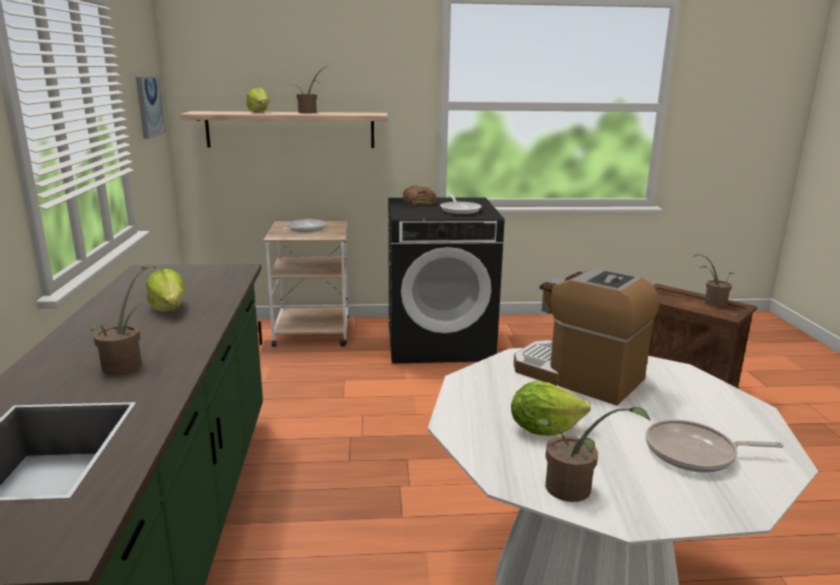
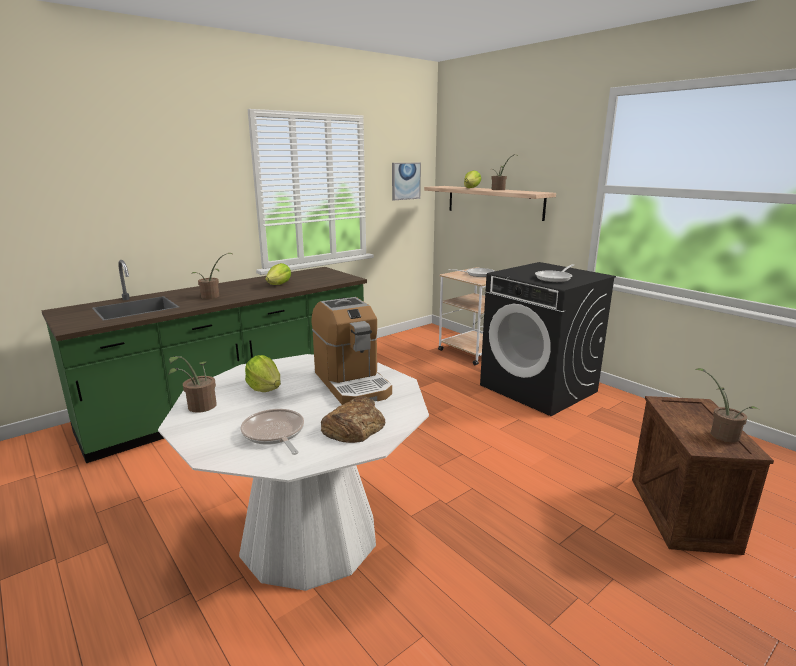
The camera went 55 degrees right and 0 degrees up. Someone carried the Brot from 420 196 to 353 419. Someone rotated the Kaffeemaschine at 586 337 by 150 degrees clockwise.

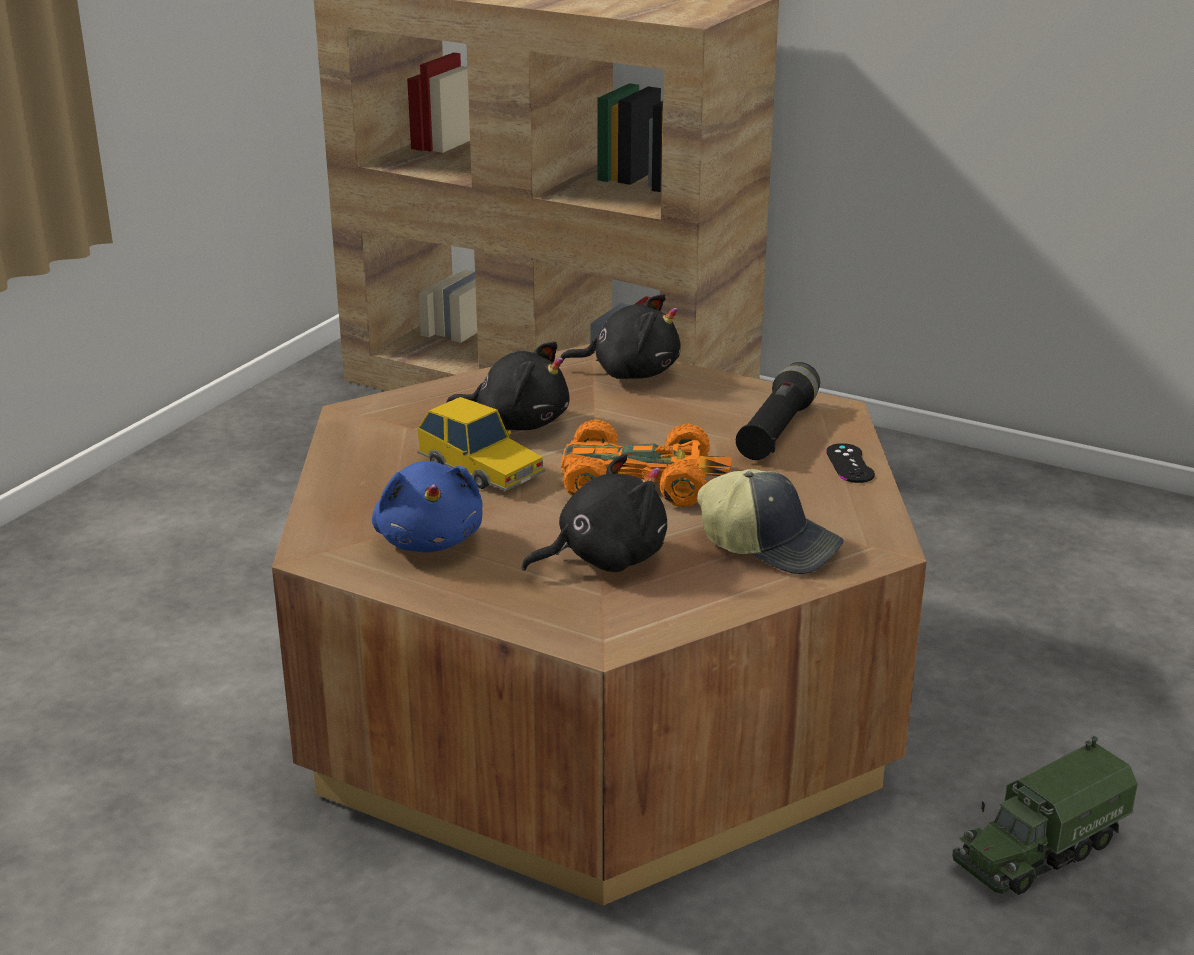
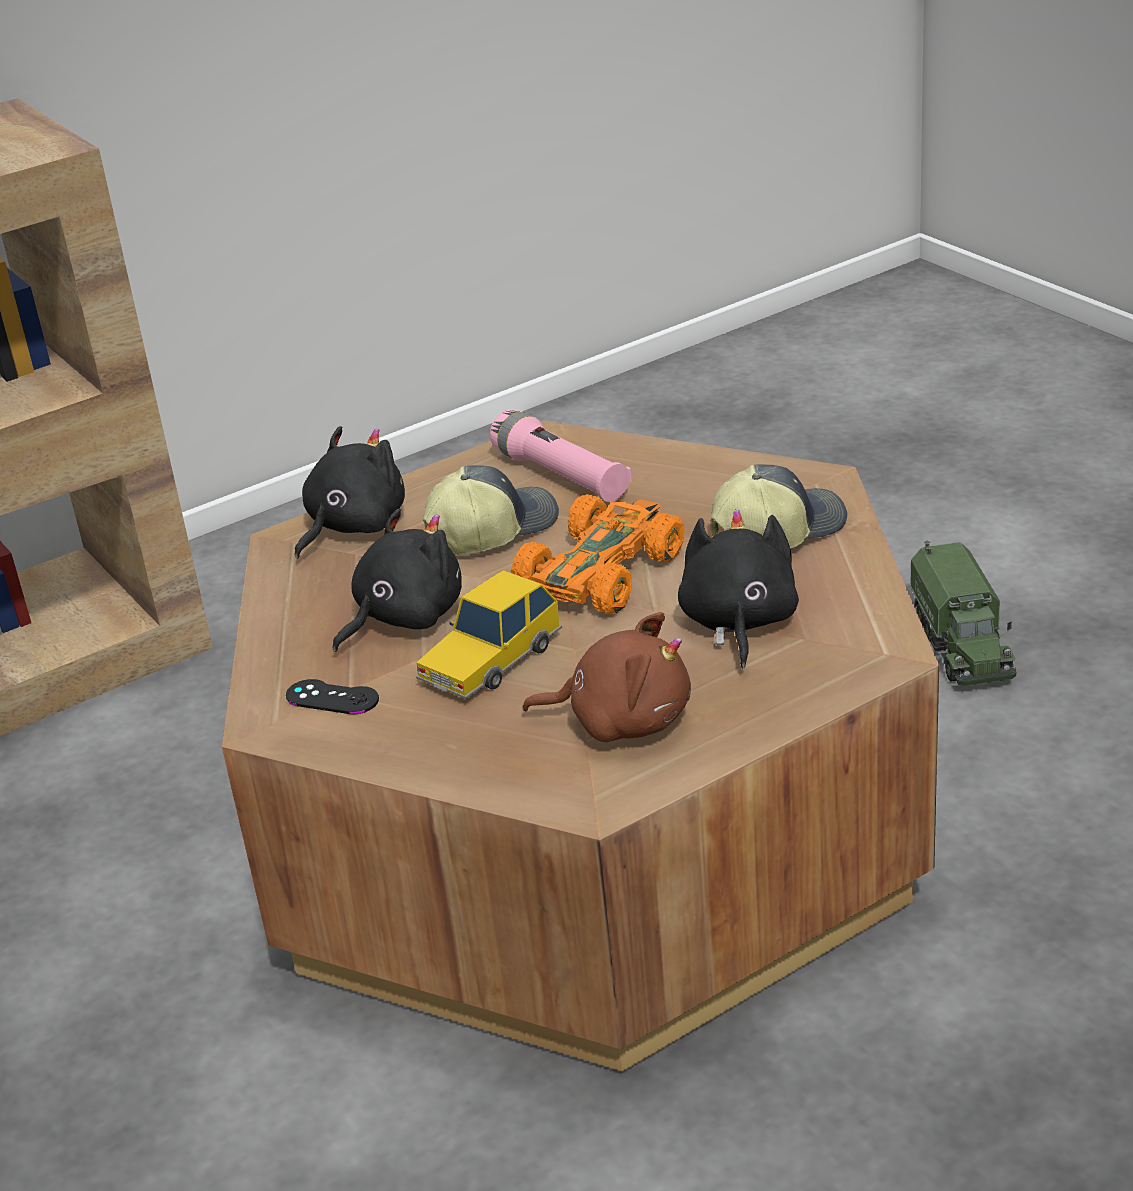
The camera went 60 degrees left and 5 degrees up. Someone repainted the Taschenlampe [schwarz] at 778 411, which became the Taschenlampe [rosa] at 561 455. Someone rotated the Spielzeugauto at 481 444 by 150 degrees clockwise. Someone carried the Gamepad [schwarz] from 850 463 to 332 696. Someone repainted the Plüschtier [blau] at 427 507, which became the Plüschtier [braun] at 607 677. Someone put down the Kappe at 491 510.

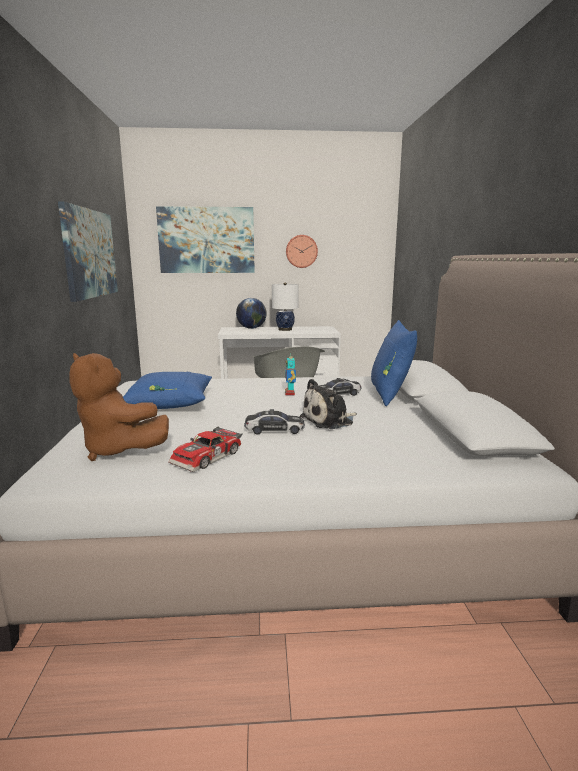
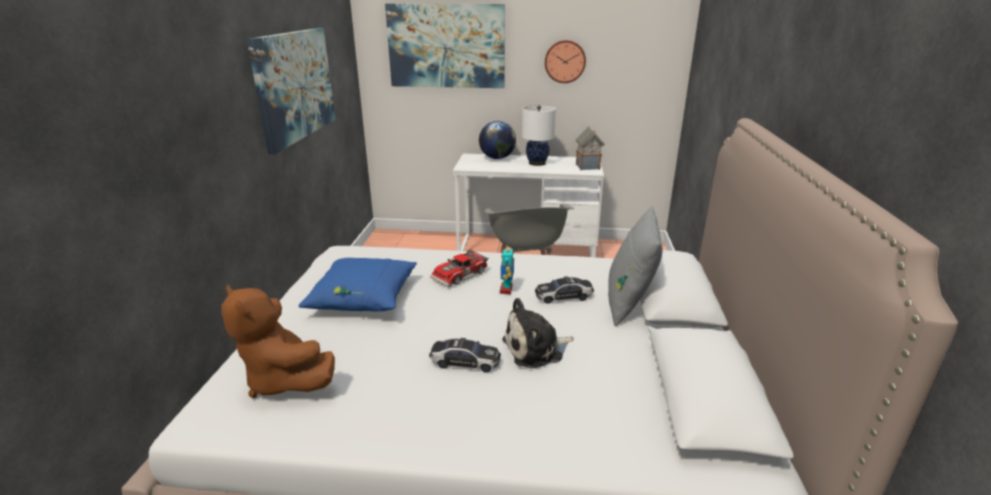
The camera went 10 degrees right and 10 degrees up. Someone repainted the Kissen [blau] at 394 363, which became the Kissen [grau] at 635 266. Someone carried the Spielzeugauto from 205 449 to 459 268. Someone put down the Spielzeughaus at 590 148.

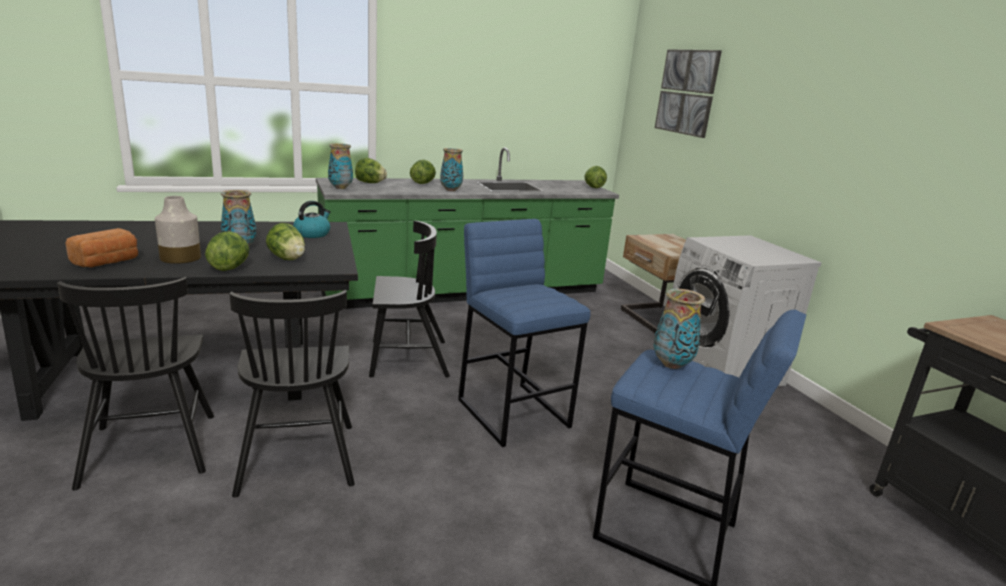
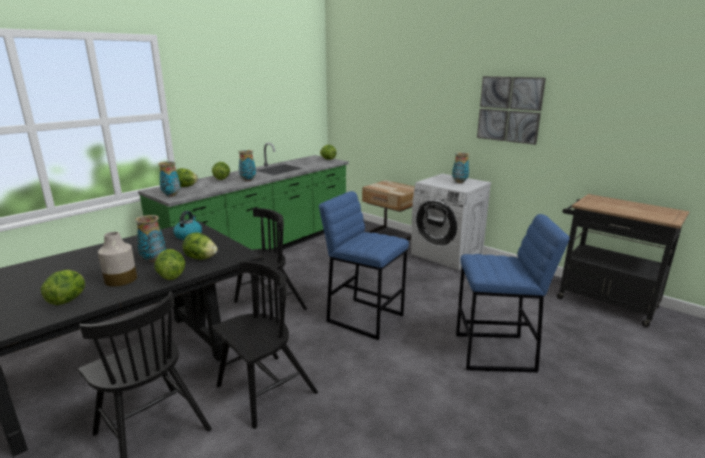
The camera went 25 degrees left and 0 degrees up. Someone carried the Bild from 688 93 to 511 110. Someone swapped the Brot at 101 248 for the Salatkopf at 63 287. Someone carried the Vase from 679 329 to 460 168. Someone rotated the Stuhl [schwarz] at 292 394 by 90 degrees counterclockwise.

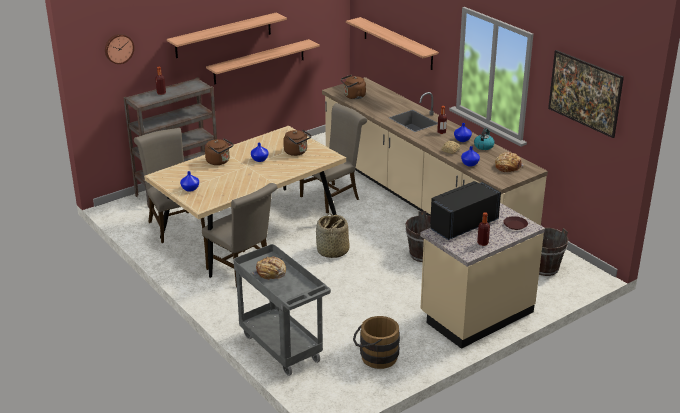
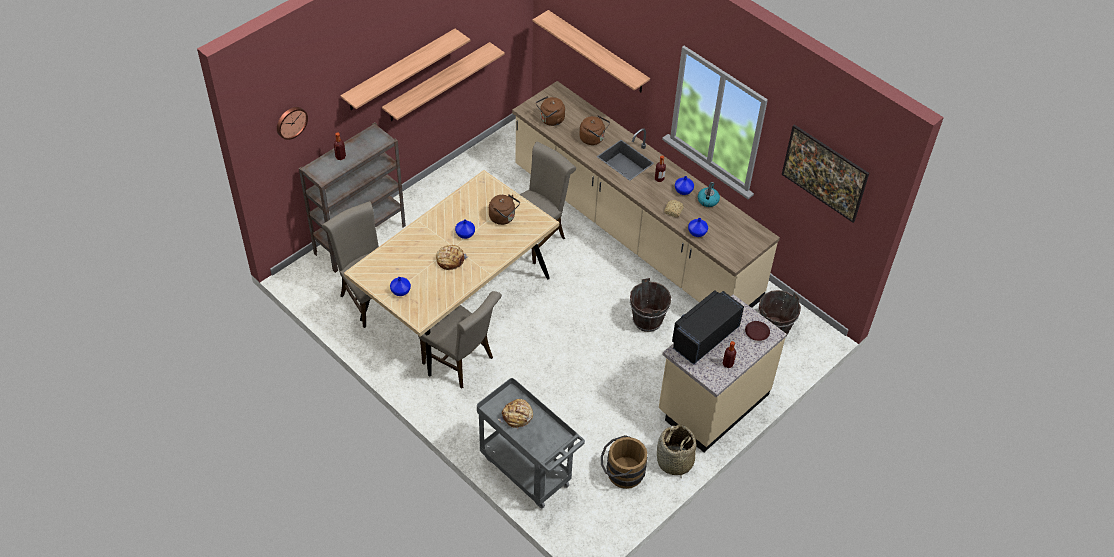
The camera went 10 degrees left and 20 degrees up. Someone carried the Wasserkessel [braun] from 219 151 to 594 130. Someone carried the Brot from 509 162 to 452 257. Someone carried the Korb from 333 235 to 676 451.

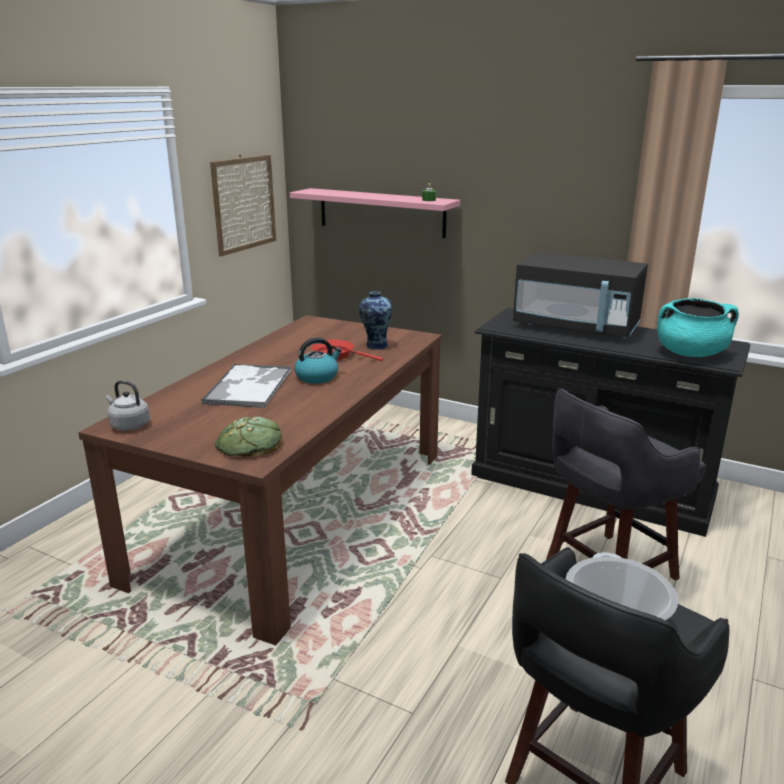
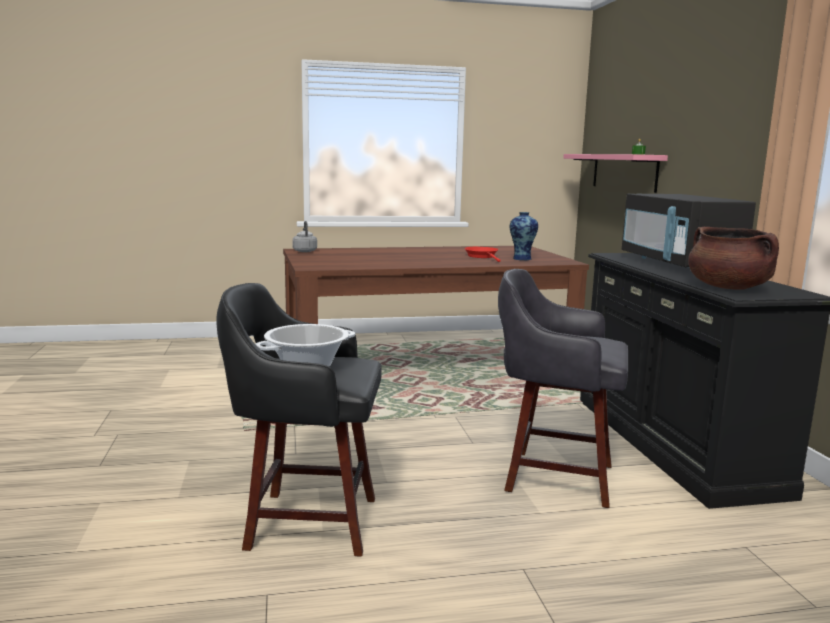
The camera went 50 degrees right and 10 degrees down. Someone took away the Bild at 243 205. Someone repainted the Kochtopf [türkis] at 698 327, which became the Kochtopf [braun] at 733 258. Someone took away the Wasserkessel at 318 360. Someone took away the Tablett at 246 386. Someone took away the Brot at 249 437.

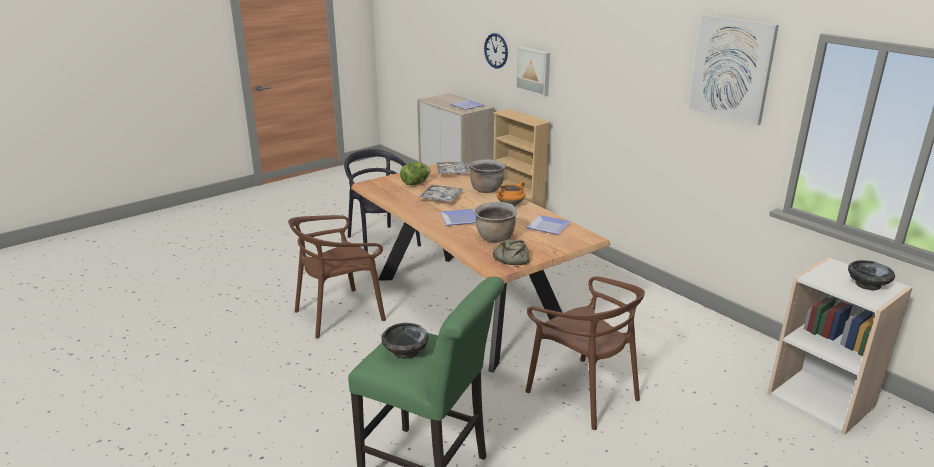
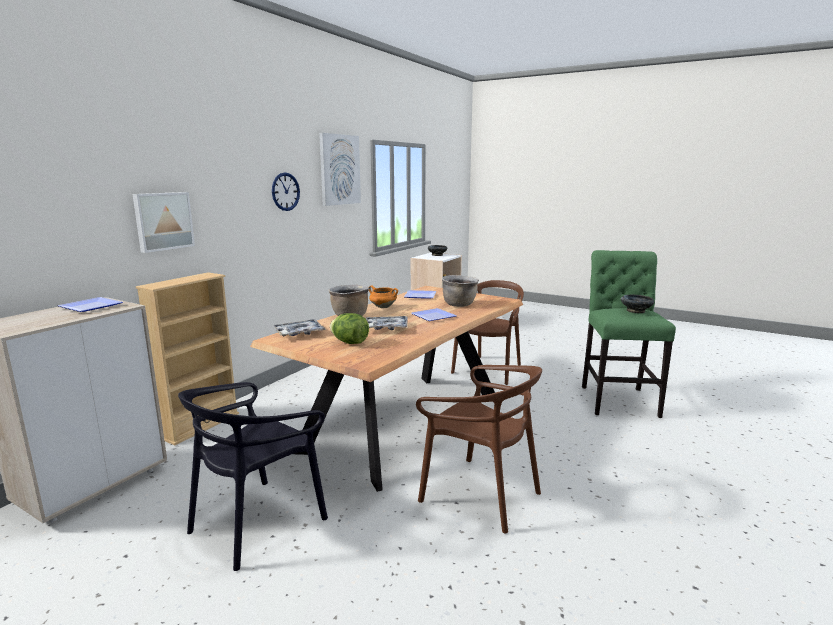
The camera went 110 degrees left and 10 degrees down. Someone carried the Wanduhr from 496 50 to 286 191. Someone took away the Brot at 511 252.

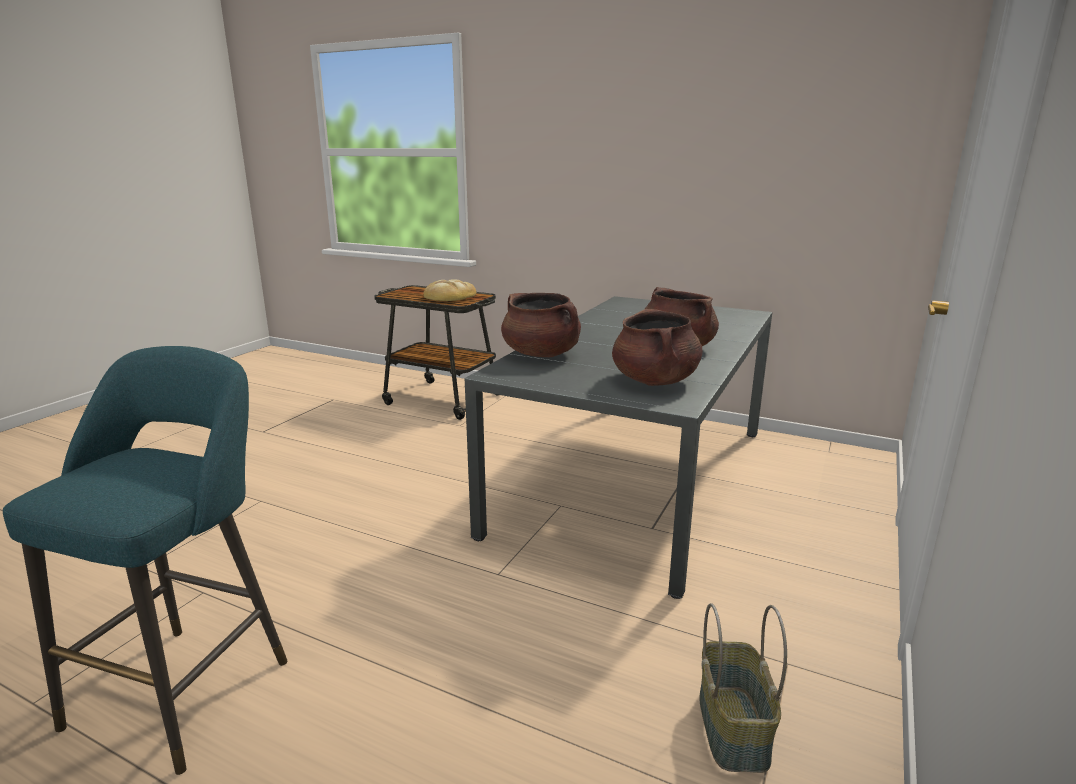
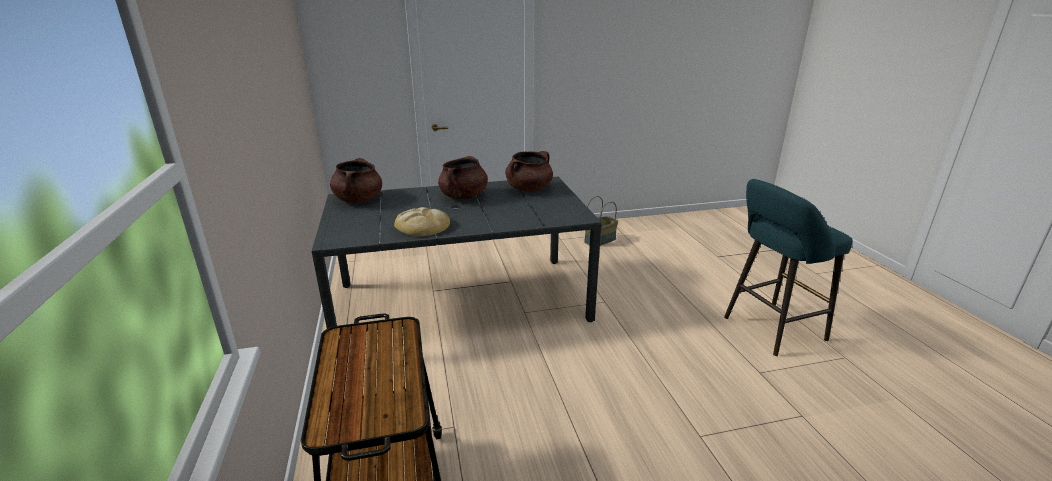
The camera went 130 degrees left and 5 degrees up. Someone carried the Brot from 449 290 to 422 221. Someone carried the Kochtopf [braun] from 541 325 to 356 180.

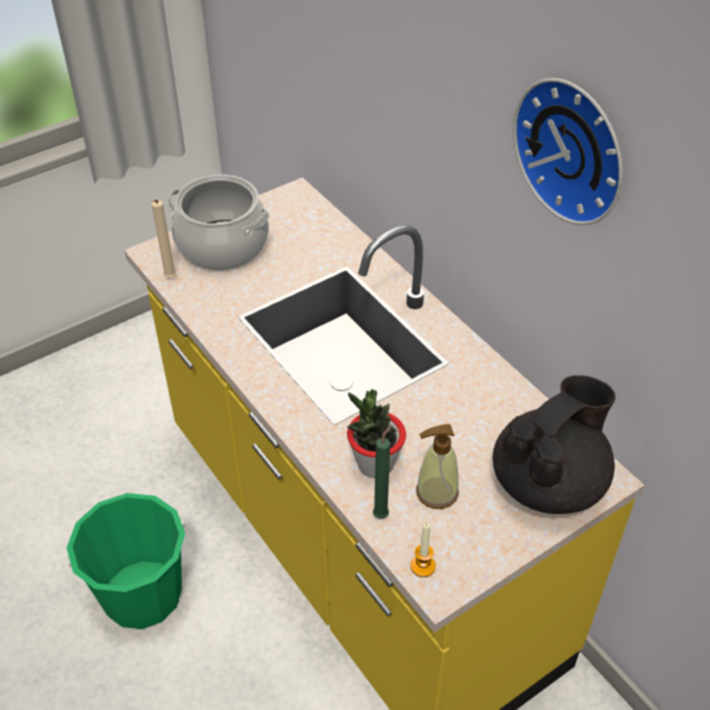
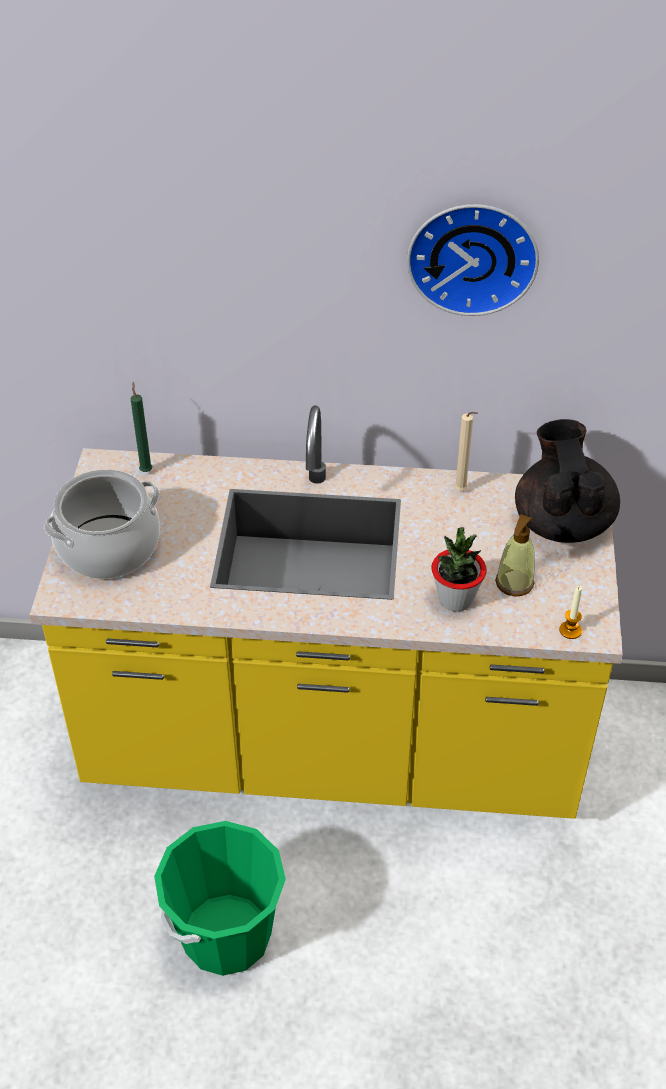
The camera went 50 degrees left and 0 degrees up. Someone carried the Kerze [beige] from 164 239 to 466 451. Someone carried the Kerze [grün] from 382 471 to 141 427.

